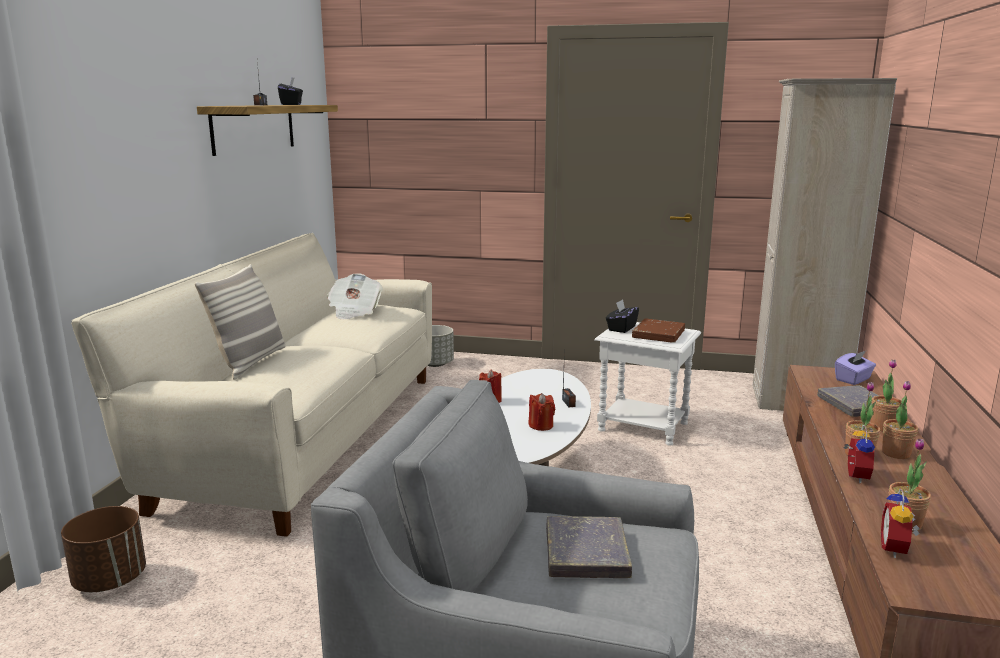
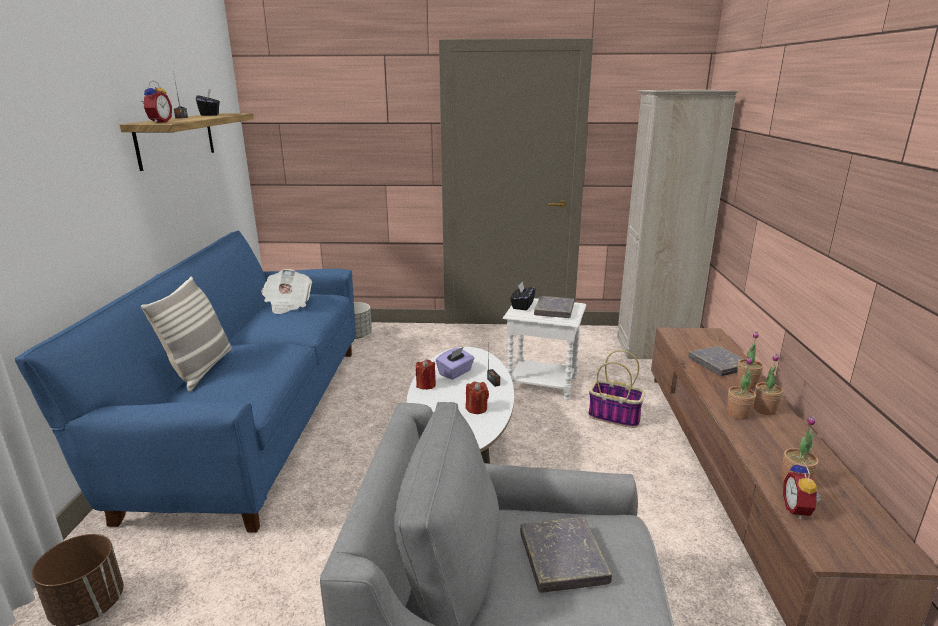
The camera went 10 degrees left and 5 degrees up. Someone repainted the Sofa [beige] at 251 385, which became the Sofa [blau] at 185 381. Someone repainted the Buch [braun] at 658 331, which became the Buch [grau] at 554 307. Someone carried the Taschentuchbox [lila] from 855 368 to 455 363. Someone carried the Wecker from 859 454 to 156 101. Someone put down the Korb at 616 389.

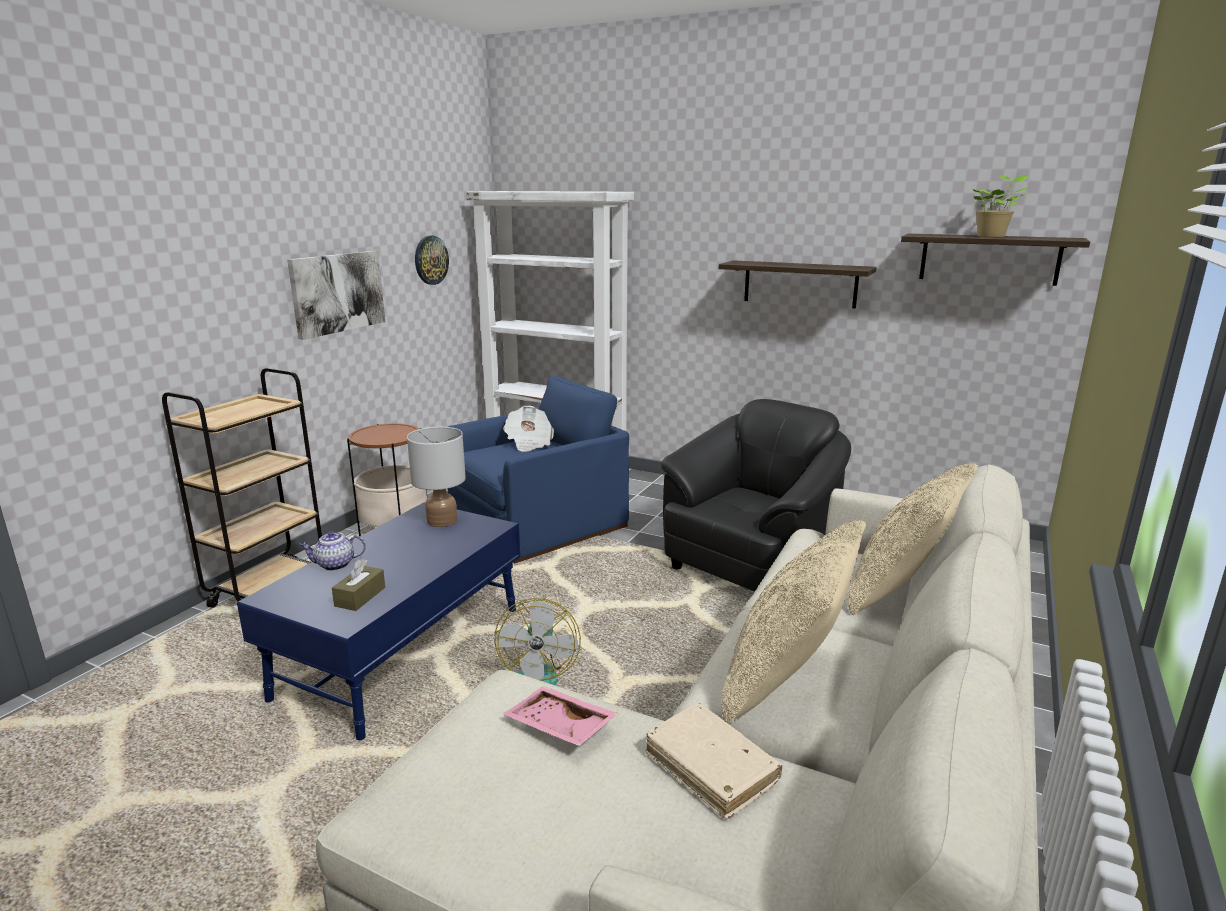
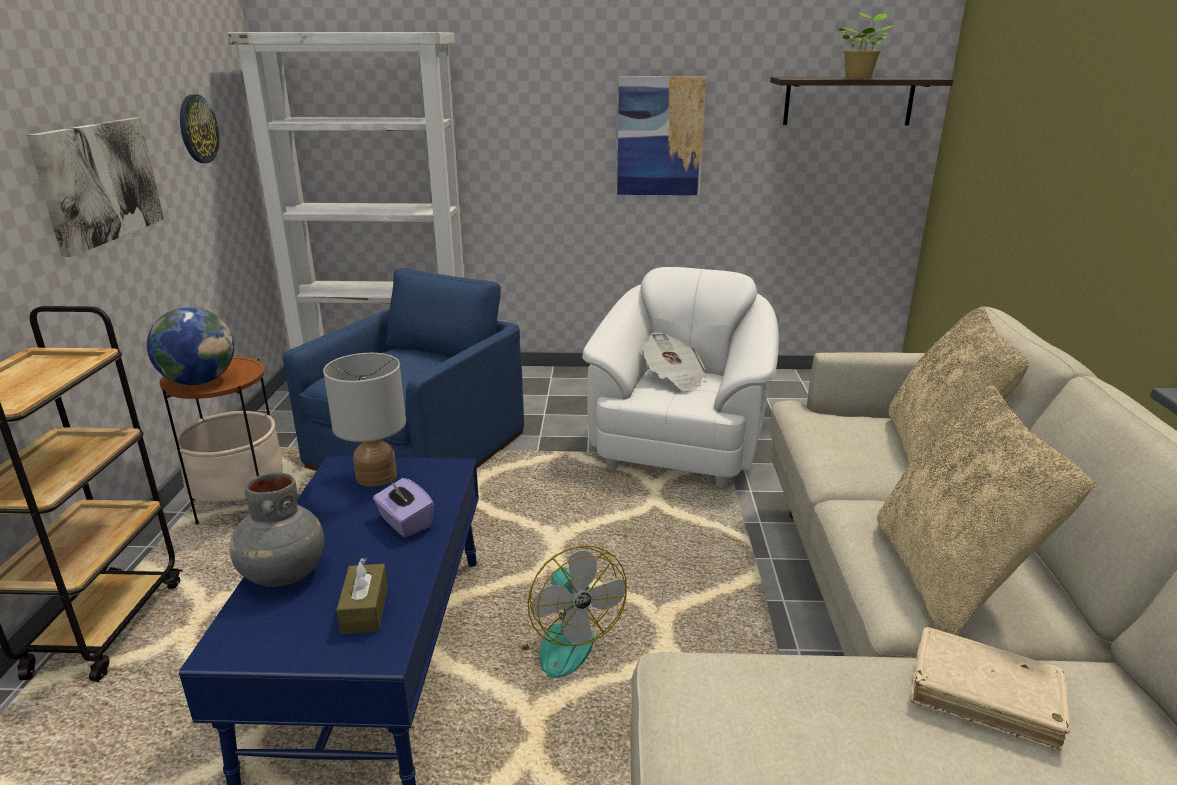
The camera went 25 degrees left and 5 degrees up. Someone swapped the Wandregal at 798 284 for the Bild at 661 135. Someone repainted the Sessel [schwarz] at 756 495, which became the Sessel [weiß] at 680 377. Someone carried the Zeitung from 528 429 to 675 361. Someone swapped the Teekanne at 332 551 for the Vase [grau] at 276 529. Someone took away the Tablett [rosa] at 560 716. Someone put down the Globus at 190 346. Someone put down the Taschentuchbox [lila] at 403 508.

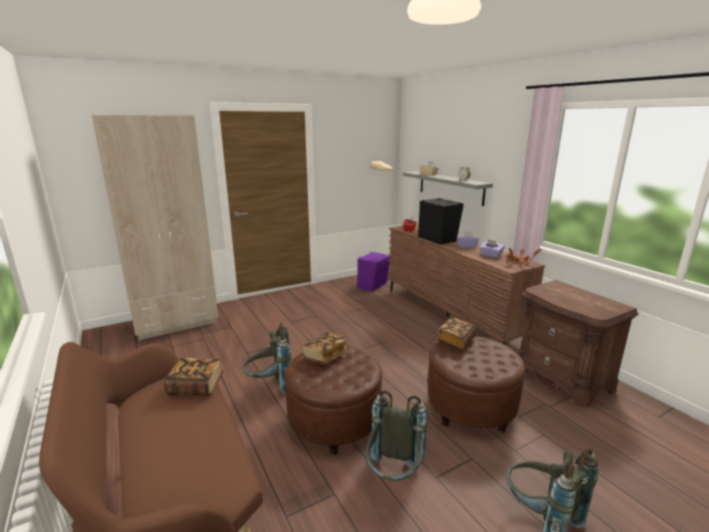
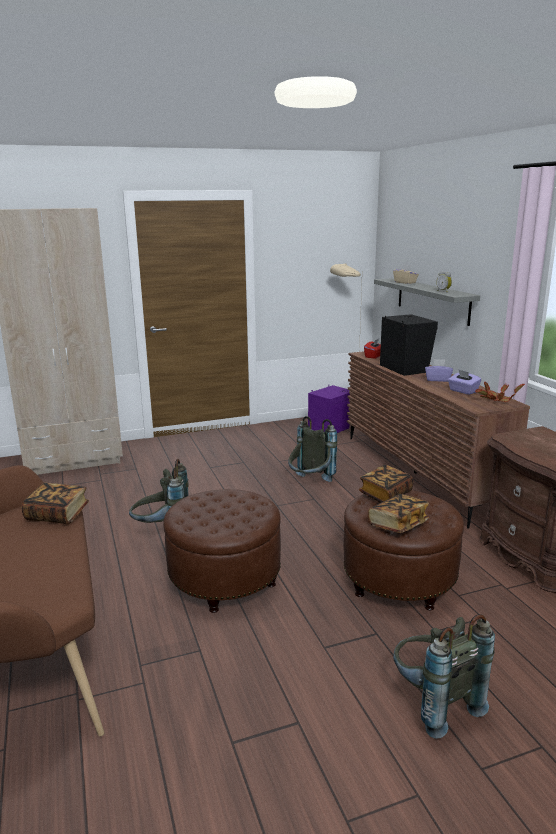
The camera went 10 degrees right and 0 degrees up. Someone carried the Buch from 325 348 to 398 513. Someone carried the Rucksack [grau] from 397 435 to 312 449.

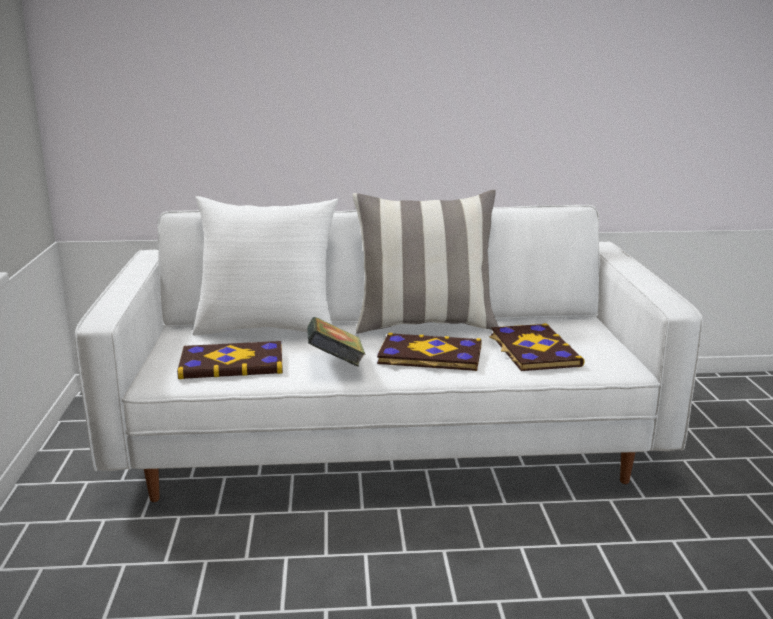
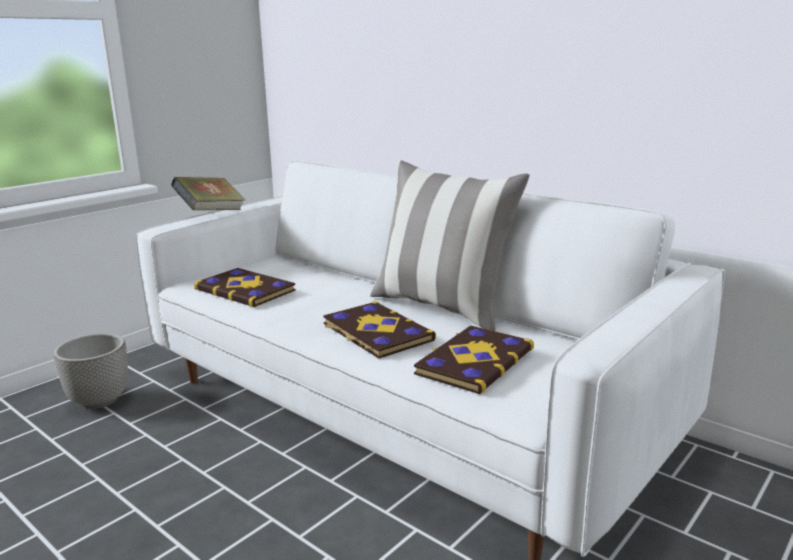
The camera went 45 degrees right and 0 degrees up. Someone took away the Kissen [weiß] at 265 266. Someone carried the Buch from 336 342 to 208 193. Someone put down the Pflanzkübel at 90 371.

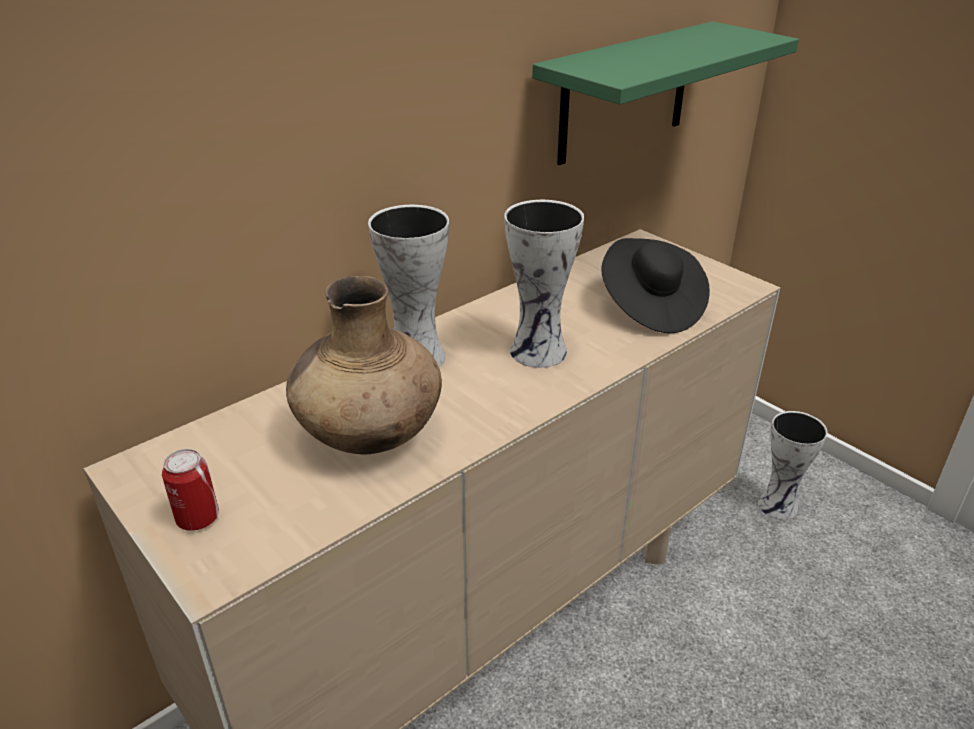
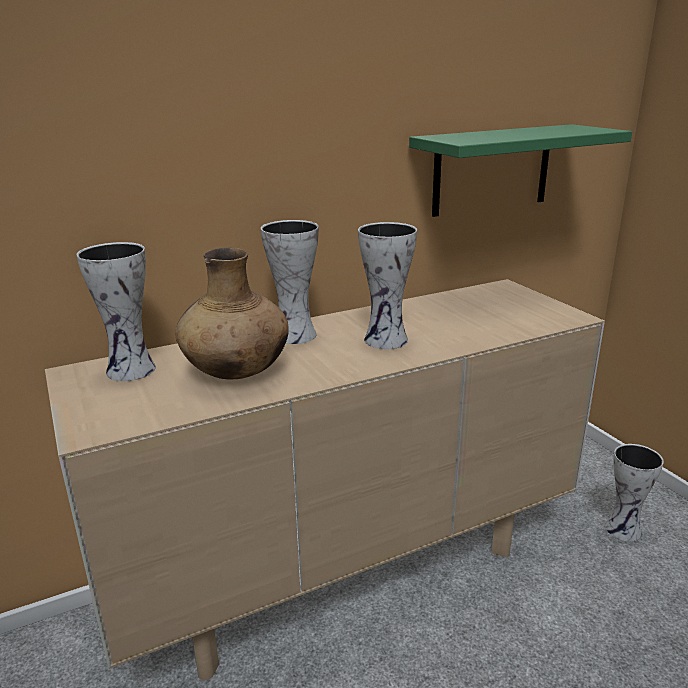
The camera went 15 degrees right and 10 degrees down. Someone took away the Hut [schwarz] at 655 285. Someone took away the Dose at 190 490. Someone put down the Vase at 116 311.

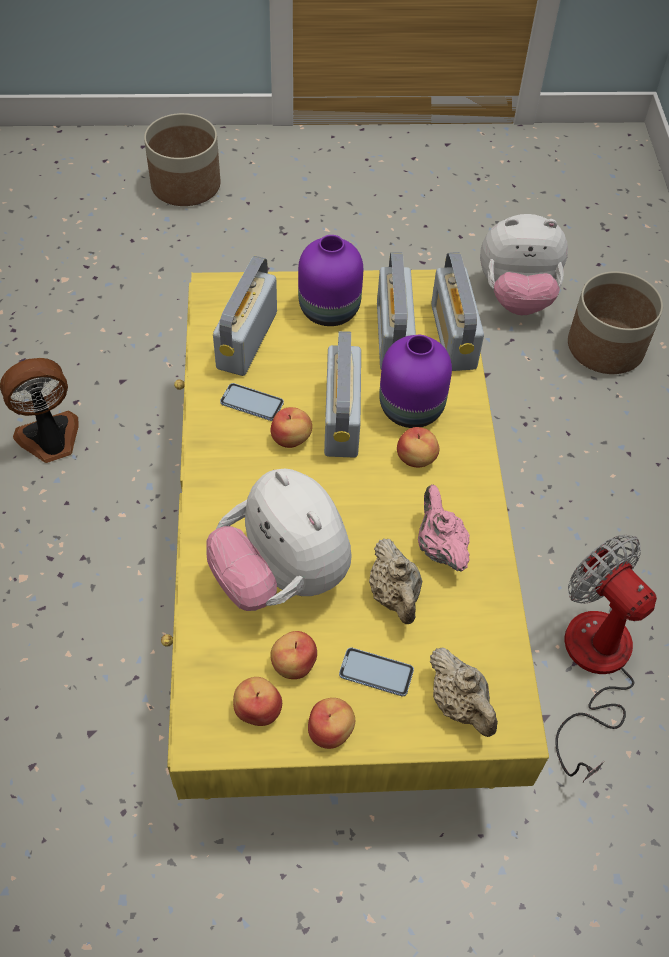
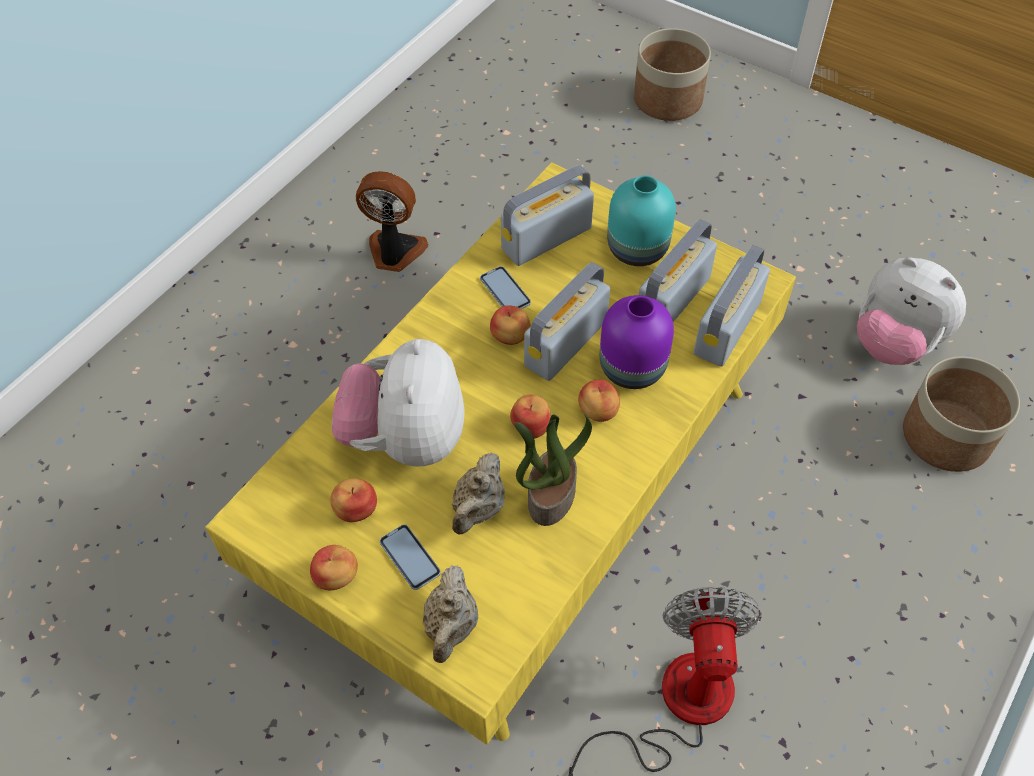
The camera went 40 degrees right and 0 degrees up. Someone repainted the Vase [lila] at 330 280, which became the Vase [türkis] at 641 220. Someone swapped the Teekanne [rosa] at 444 528 for the Topfpflanze at 553 469. Someone carried the Apfel from 257 701 to 530 417.

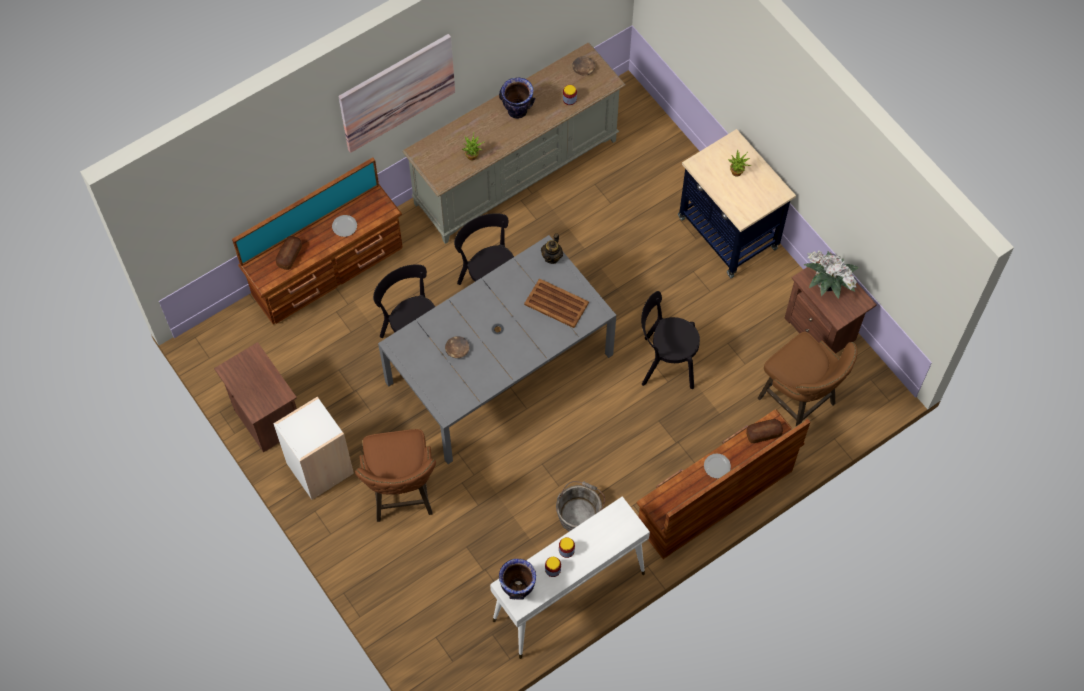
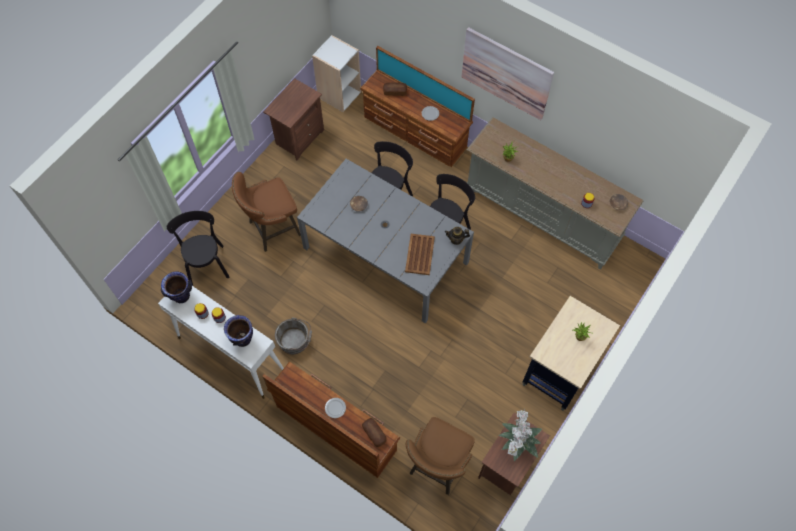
The camera went 70 degrees right and 0 degrees up. Someone carried the Vase from 517 98 to 238 331. Someone carried the Stuhl [schwarz] from 670 340 to 198 248. Someone carried the Bücherregal from 313 447 to 336 73.

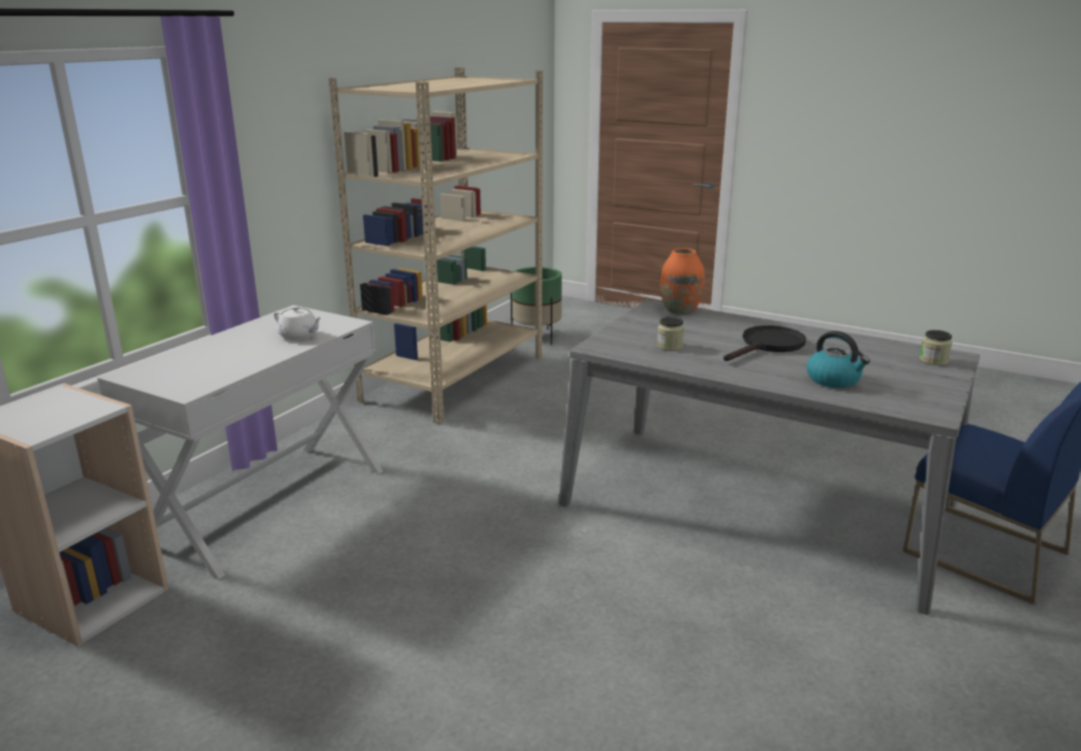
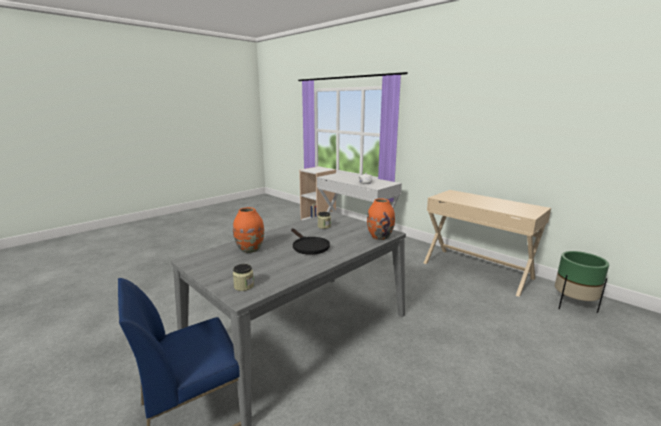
The camera went 105 degrees right and 5 degrees down. Someone swapped the Bücherregal [beige] at 436 245 for the Konsolentisch [beige] at 487 243. Someone swapped the Wasserkessel at 838 359 for the Vase [orange] at 248 230.

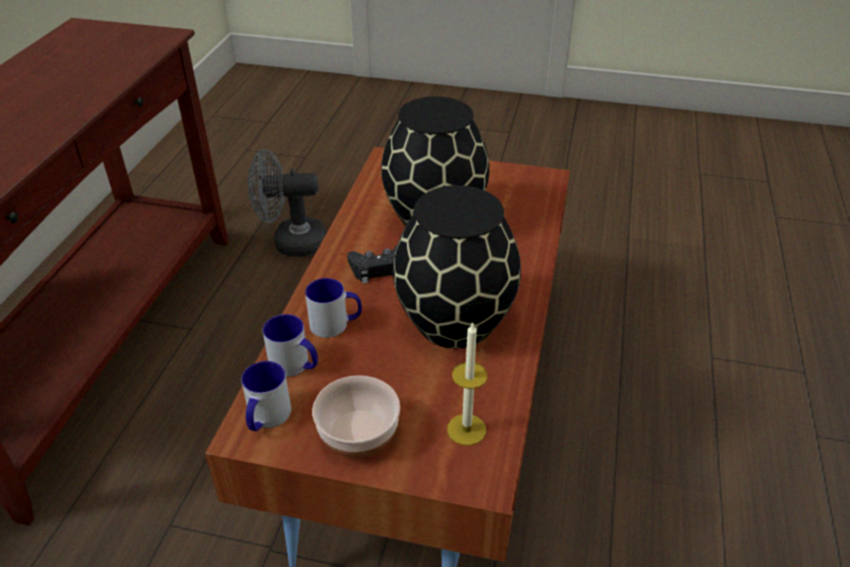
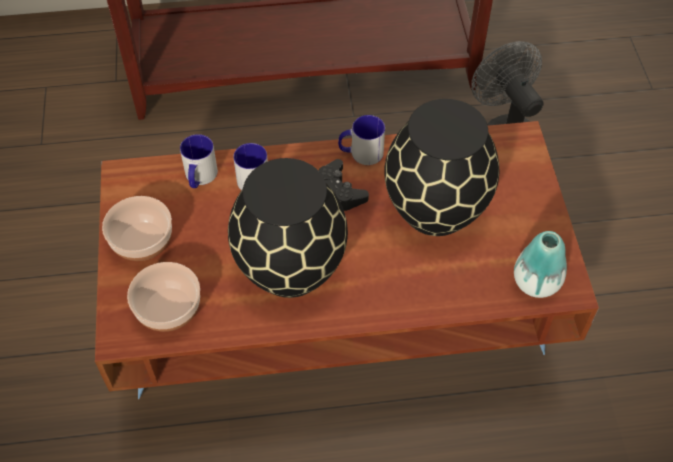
The camera went 70 degrees right and 15 degrees up. Someone swapped the Kerze at 467 384 for the Schüssel at 163 297. Someone carried the Henkelbecher from 266 396 to 361 140. Someone put down the Vase at 540 264.

